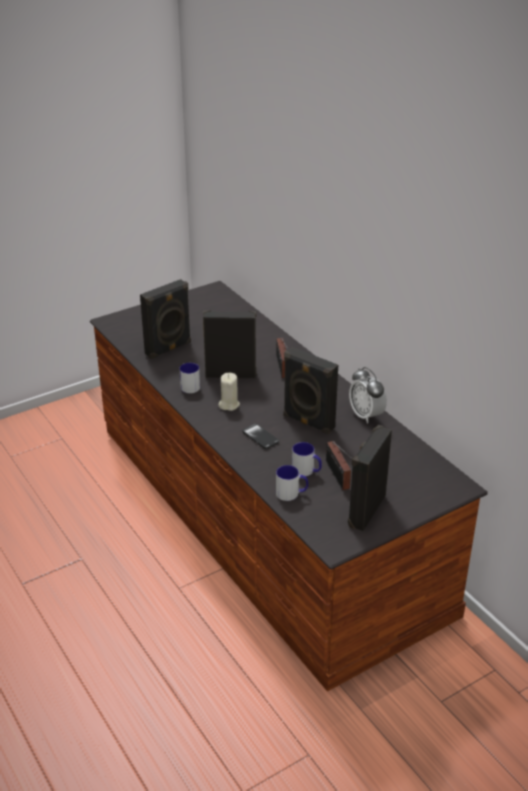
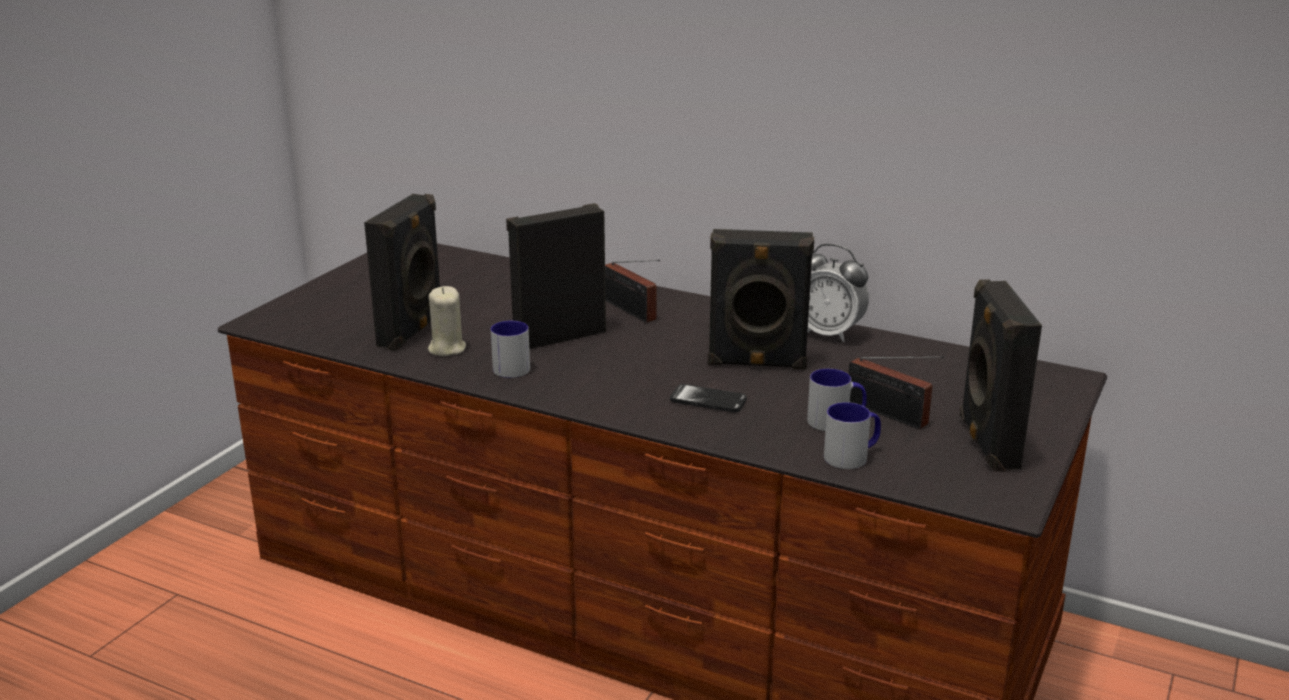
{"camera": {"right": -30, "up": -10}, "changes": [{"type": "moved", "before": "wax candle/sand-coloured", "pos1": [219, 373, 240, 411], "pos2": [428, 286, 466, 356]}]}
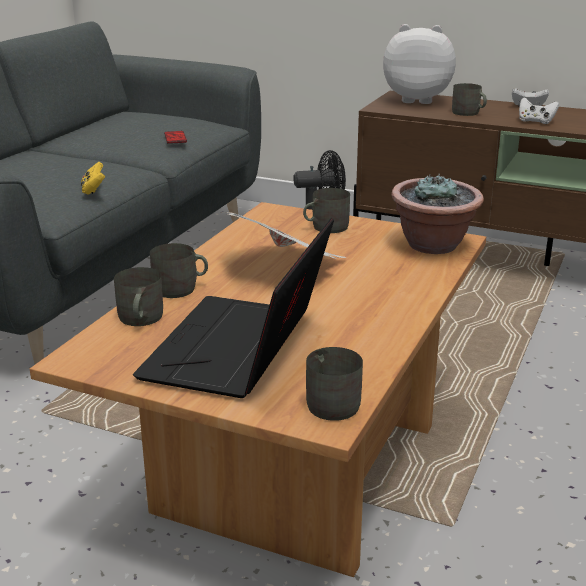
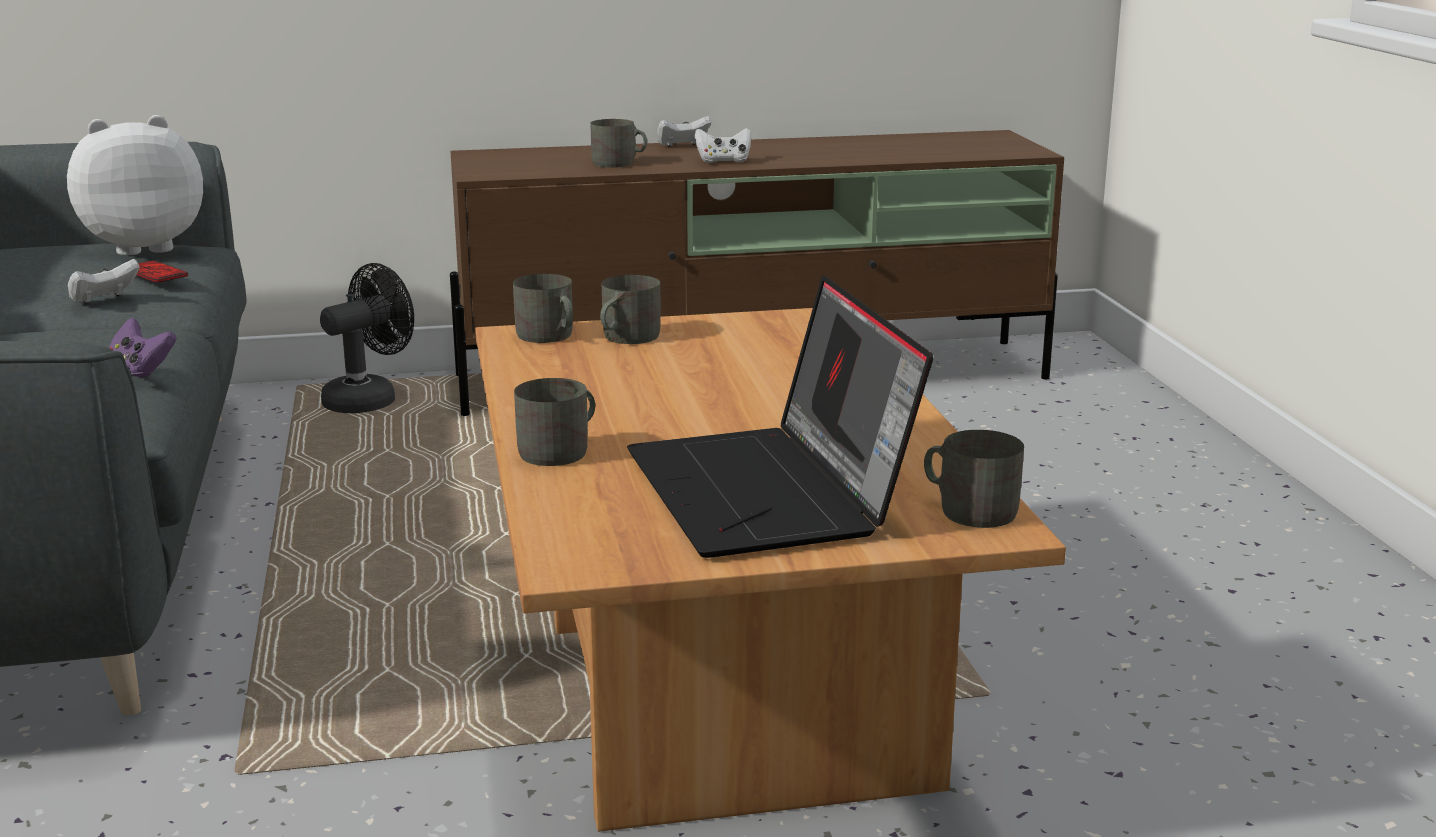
{"camera": {"right": -35, "up": -5}, "changes": [{"type": "recoloured", "before": "game controller/yellow", "after": "game controller/purplish", "pos1": [81, 162, 105, 195], "pos2": [109, 318, 176, 378]}, {"type": "moved", "before": "mug/gray", "pos1": [114, 267, 163, 326], "pos2": [513, 274, 573, 343]}, {"type": "removed", "before": "printed paper", "pos1": [224, 212, 347, 259]}, {"type": "moved", "before": "plush toy", "pos1": [383, 24, 456, 104], "pos2": [67, 115, 203, 255]}, {"type": "removed", "before": "plant in a pot", "pos1": [391, 173, 484, 254]}, {"type": "added", "after": "game controller/white-coloured", "pos2": [68, 259, 140, 304]}]}
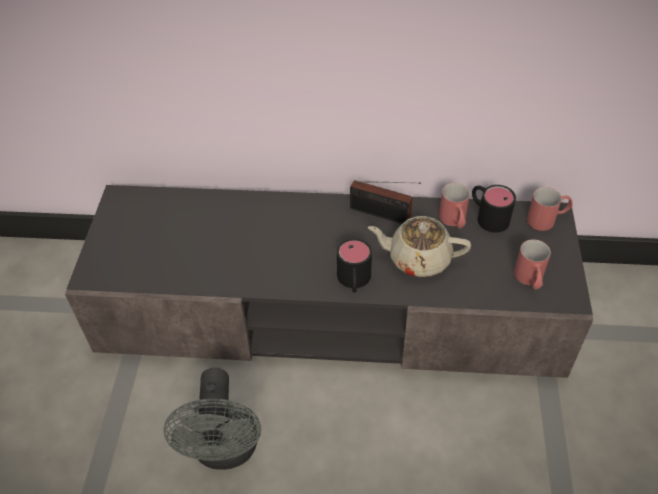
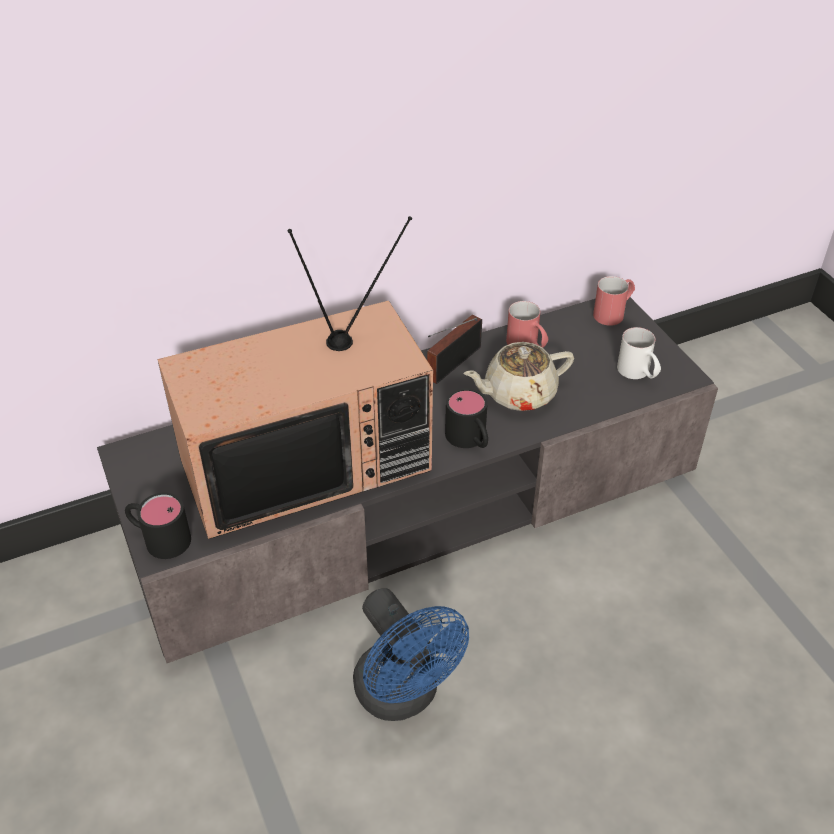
{"camera": {"right": -30, "up": -5}, "changes": [{"type": "recoloured", "before": "cooling fan/gray", "after": "cooling fan/blue", "pos1": [163, 368, 261, 470], "pos2": [353, 588, 469, 721]}, {"type": "turned", "before": "radio", "pos1": [350, 180, 421, 224], "pos2": [427, 315, 482, 384], "turn": 135}, {"type": "moved", "before": "mug/black-coloured", "pos1": [472, 185, 516, 233], "pos2": [125, 492, 191, 559]}, {"type": "recoloured", "before": "mug/red-coloured", "after": "mug/white-coloured", "pos1": [514, 239, 551, 289], "pos2": [617, 327, 661, 379]}, {"type": "added", "after": "TV set", "pos2": [157, 216, 433, 539]}]}
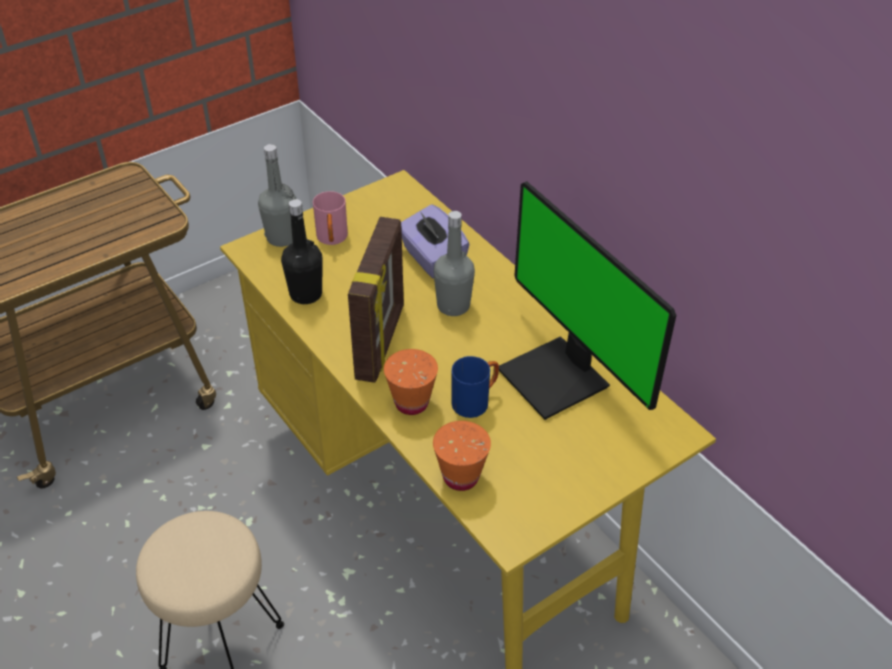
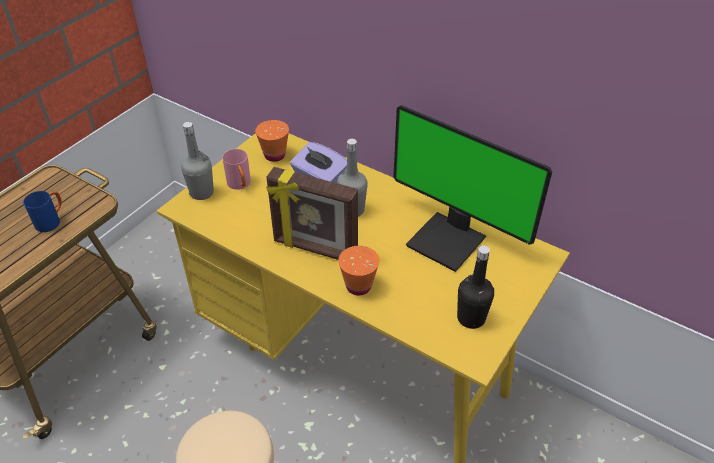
{"camera": {"right": -20, "up": 0}, "changes": [{"type": "moved", "before": "beverage bottle/black-coloured", "pos1": [281, 199, 323, 304], "pos2": [457, 245, 494, 329]}, {"type": "turned", "before": "photo frame", "pos1": [348, 217, 404, 383], "pos2": [266, 167, 358, 260], "turn": 120}, {"type": "moved", "before": "drinking cup/orange-coloured", "pos1": [433, 421, 491, 491], "pos2": [255, 120, 289, 162]}, {"type": "moved", "before": "mug/blue", "pos1": [452, 356, 499, 418], "pos2": [23, 191, 62, 232]}]}
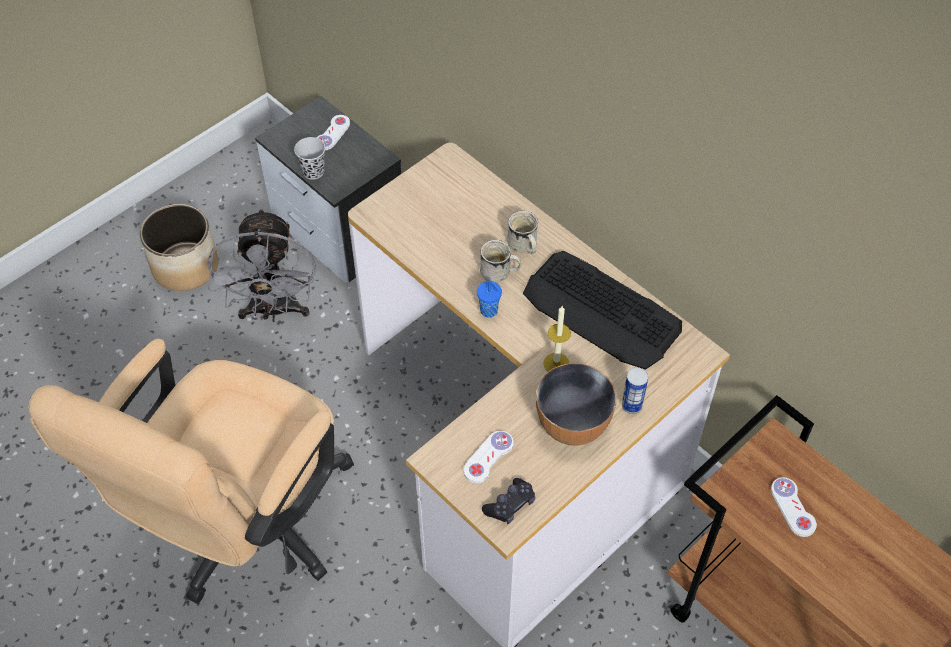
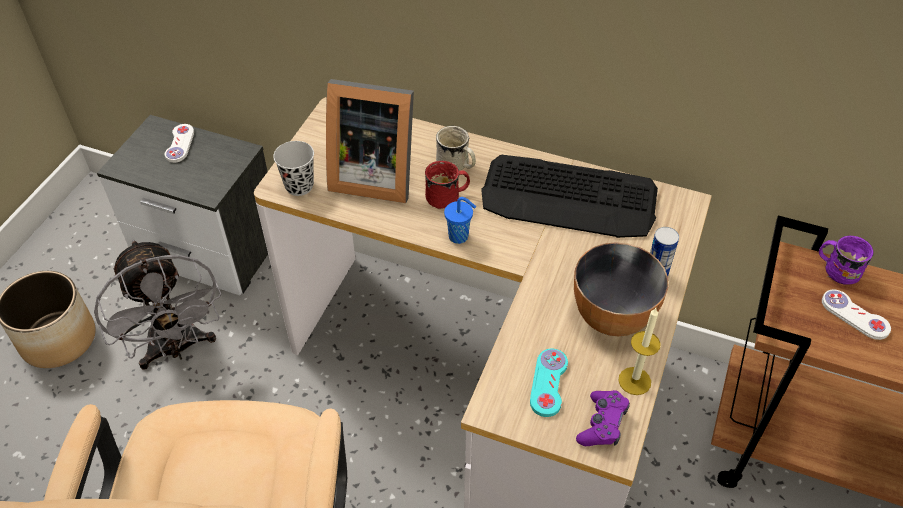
{"camera": {"right": -25, "up": -5}, "changes": [{"type": "moved", "before": "drinking cup/black-coloured", "pos1": [294, 137, 325, 180], "pos2": [273, 141, 314, 196]}, {"type": "recoloured", "before": "game controller/white-coloured", "after": "game controller/turquoise", "pos1": [464, 431, 514, 483], "pos2": [530, 348, 568, 417]}, {"type": "recoloured", "before": "mug/white-coloured", "after": "mug/red-coloured", "pos1": [480, 240, 521, 282], "pos2": [425, 160, 470, 209]}, {"type": "recoloured", "before": "game controller/black-coloured", "after": "game controller/purplish", "pos1": [482, 478, 535, 524], "pos2": [576, 390, 630, 446]}, {"type": "moved", "before": "wax candle", "pos1": [543, 306, 571, 372], "pos2": [619, 308, 661, 395]}, {"type": "added", "after": "photo frame", "pos2": [326, 79, 414, 203]}, {"type": "added", "after": "mug/purplish", "pos2": [819, 236, 874, 285]}]}
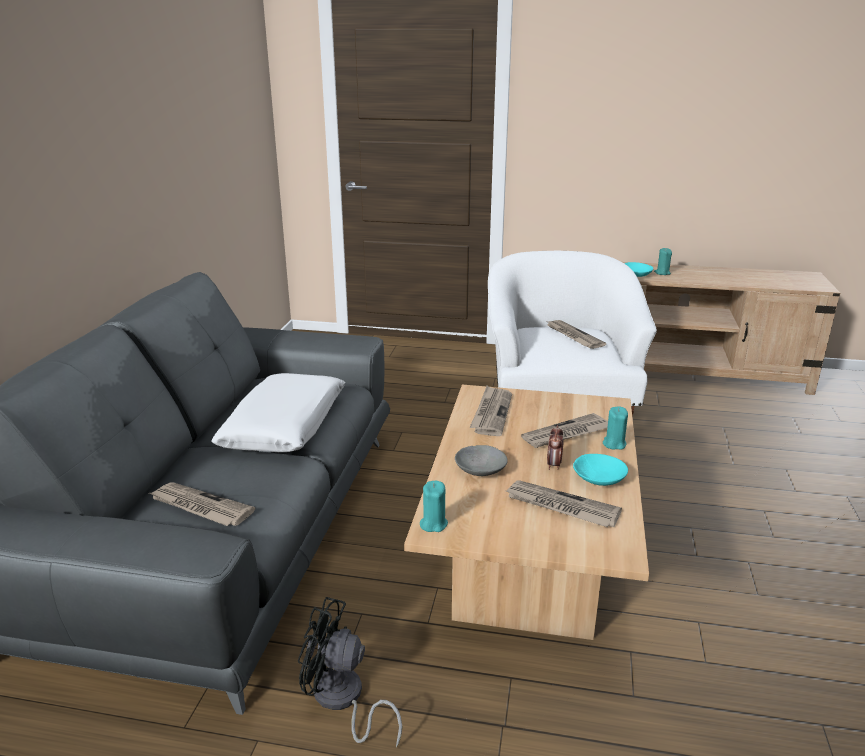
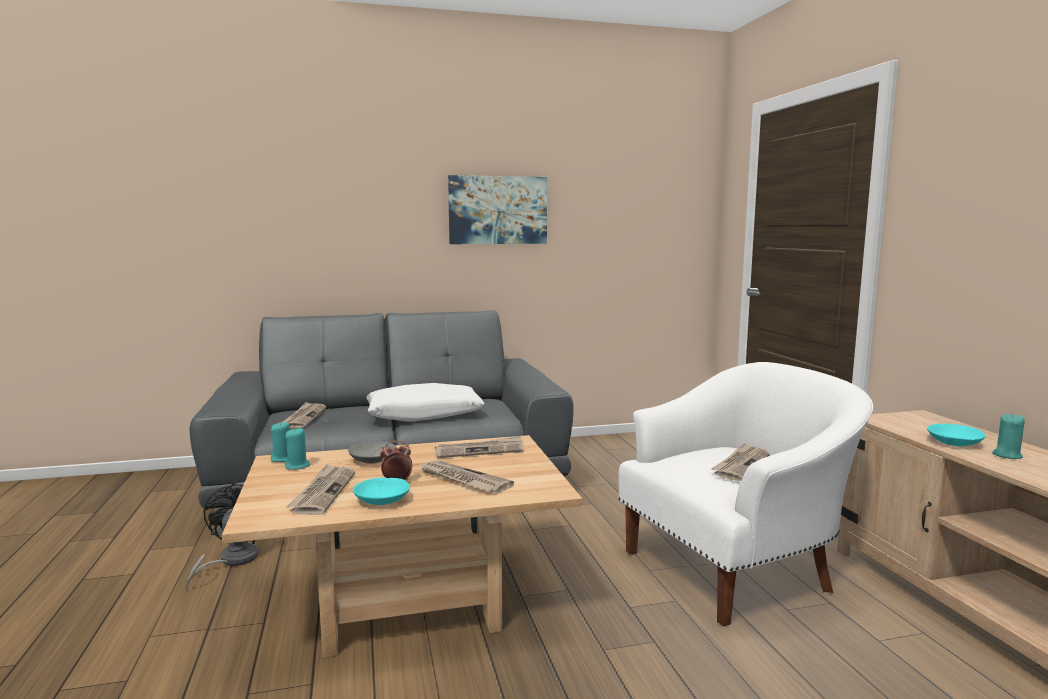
{"camera": {"right": 65, "up": -15}, "changes": [{"type": "moved", "before": "wax candle/turquoise", "pos1": [603, 406, 628, 450], "pos2": [285, 428, 310, 470]}, {"type": "added", "after": "picture", "pos2": [448, 175, 547, 244]}]}
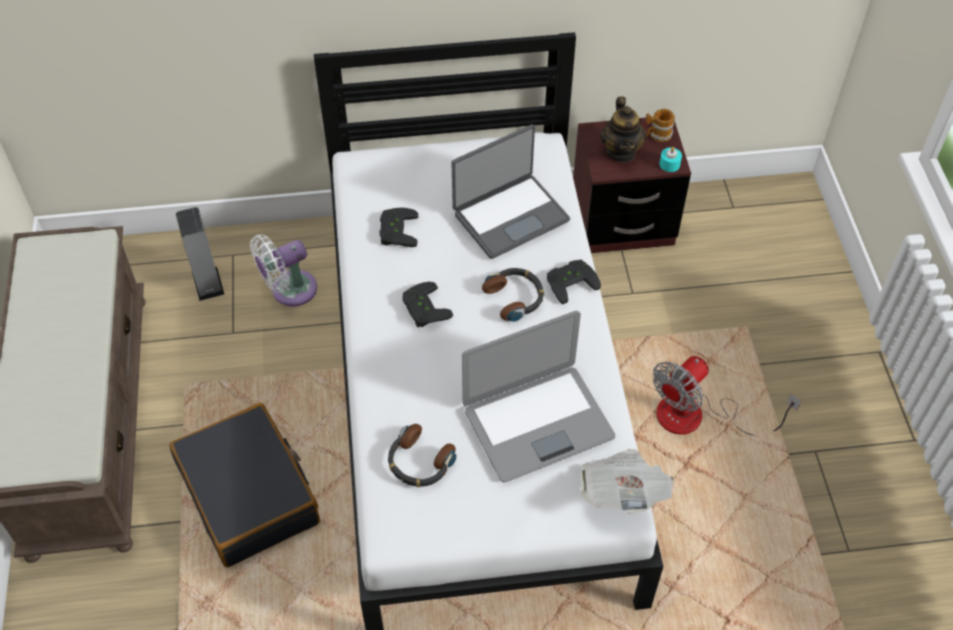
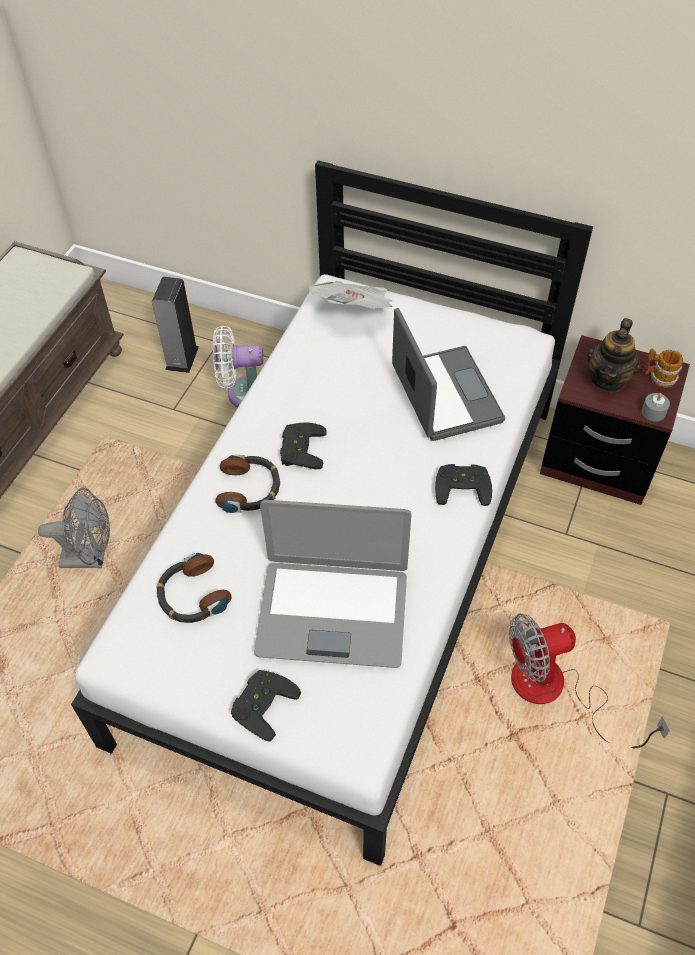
{"camera": {"right": 30, "up": 0}, "changes": [{"type": "replaced", "before": "travel case/black-coloured", "after": "cooling fan/gray", "pos1": [169, 403, 320, 567], "pos2": [38, 488, 110, 568]}, {"type": "moved", "before": "game controller/black-coloured", "pos1": [379, 208, 418, 247], "pos2": [231, 670, 301, 742]}, {"type": "turned", "before": "notebook computer", "pos1": [452, 125, 570, 259], "pos2": [392, 308, 505, 441], "turn": -105}, {"type": "moved", "before": "headset", "pos1": [482, 268, 544, 322], "pos2": [215, 454, 280, 513]}, {"type": "moved", "before": "printed paper", "pos1": [580, 449, 674, 514], "pos2": [309, 281, 392, 309]}, {"type": "recoloured", "before": "wax candle/turquoise", "after": "wax candle/gray", "pos1": [660, 147, 682, 172], "pos2": [642, 393, 670, 422]}]}
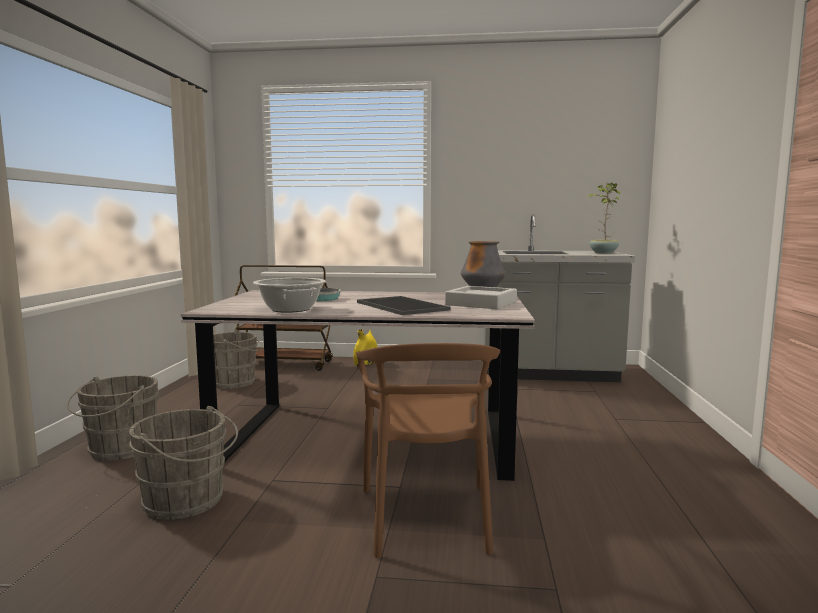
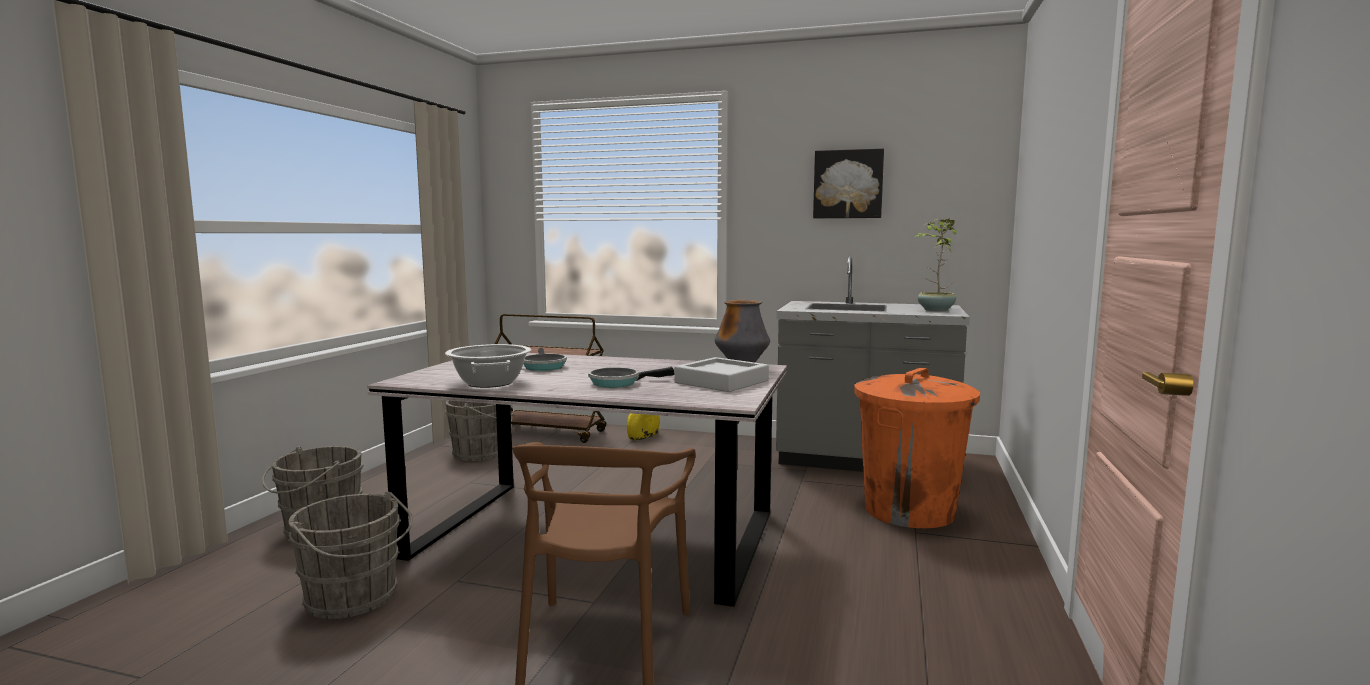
{"camera": {"right": 10, "up": 0}, "changes": [{"type": "replaced", "before": "serving tray", "after": "skillet", "pos1": [357, 296, 450, 315], "pos2": [588, 367, 674, 388]}, {"type": "added", "after": "picture", "pos2": [813, 149, 884, 218]}, {"type": "added", "after": "rubbish bin/orange-coloured", "pos2": [854, 368, 980, 528]}]}
